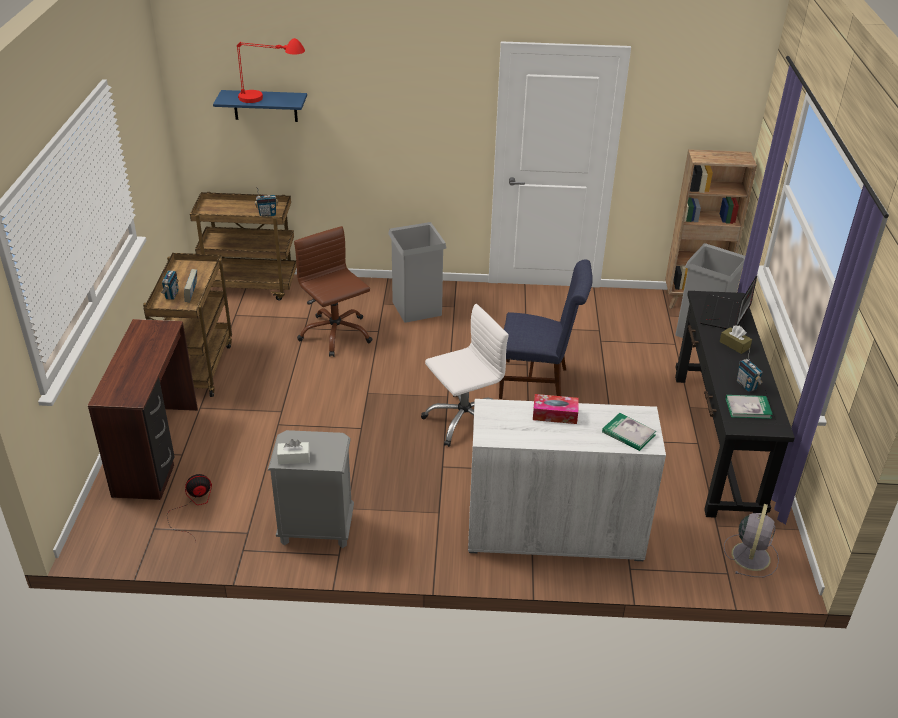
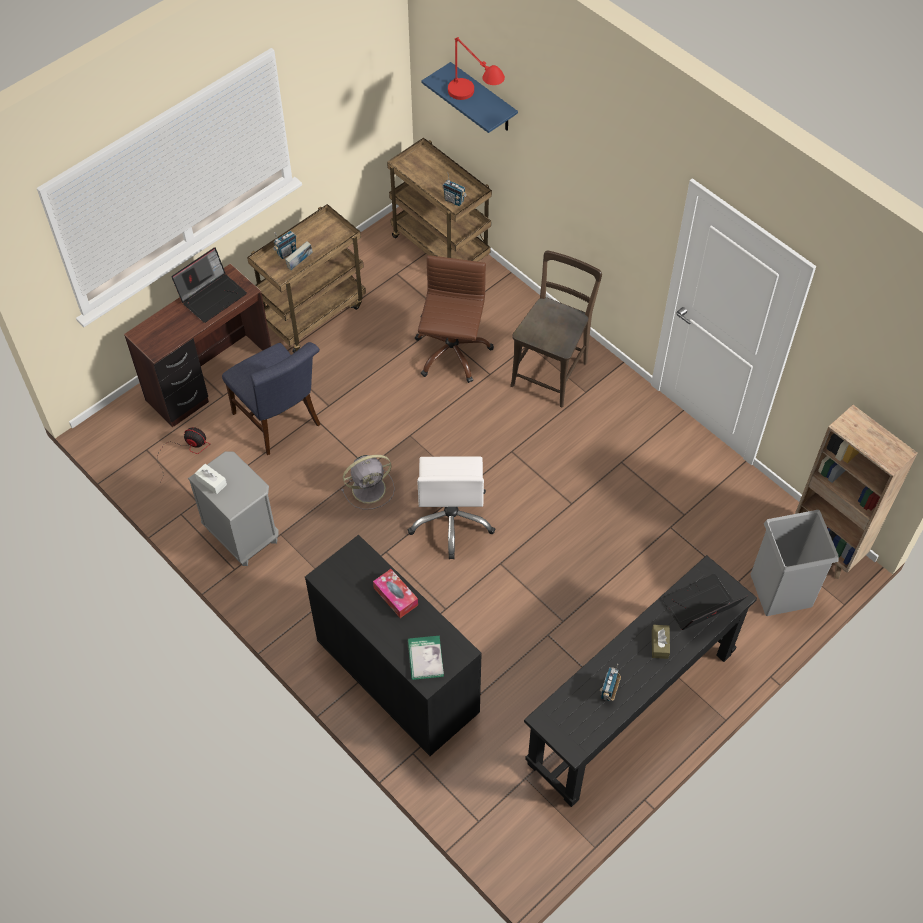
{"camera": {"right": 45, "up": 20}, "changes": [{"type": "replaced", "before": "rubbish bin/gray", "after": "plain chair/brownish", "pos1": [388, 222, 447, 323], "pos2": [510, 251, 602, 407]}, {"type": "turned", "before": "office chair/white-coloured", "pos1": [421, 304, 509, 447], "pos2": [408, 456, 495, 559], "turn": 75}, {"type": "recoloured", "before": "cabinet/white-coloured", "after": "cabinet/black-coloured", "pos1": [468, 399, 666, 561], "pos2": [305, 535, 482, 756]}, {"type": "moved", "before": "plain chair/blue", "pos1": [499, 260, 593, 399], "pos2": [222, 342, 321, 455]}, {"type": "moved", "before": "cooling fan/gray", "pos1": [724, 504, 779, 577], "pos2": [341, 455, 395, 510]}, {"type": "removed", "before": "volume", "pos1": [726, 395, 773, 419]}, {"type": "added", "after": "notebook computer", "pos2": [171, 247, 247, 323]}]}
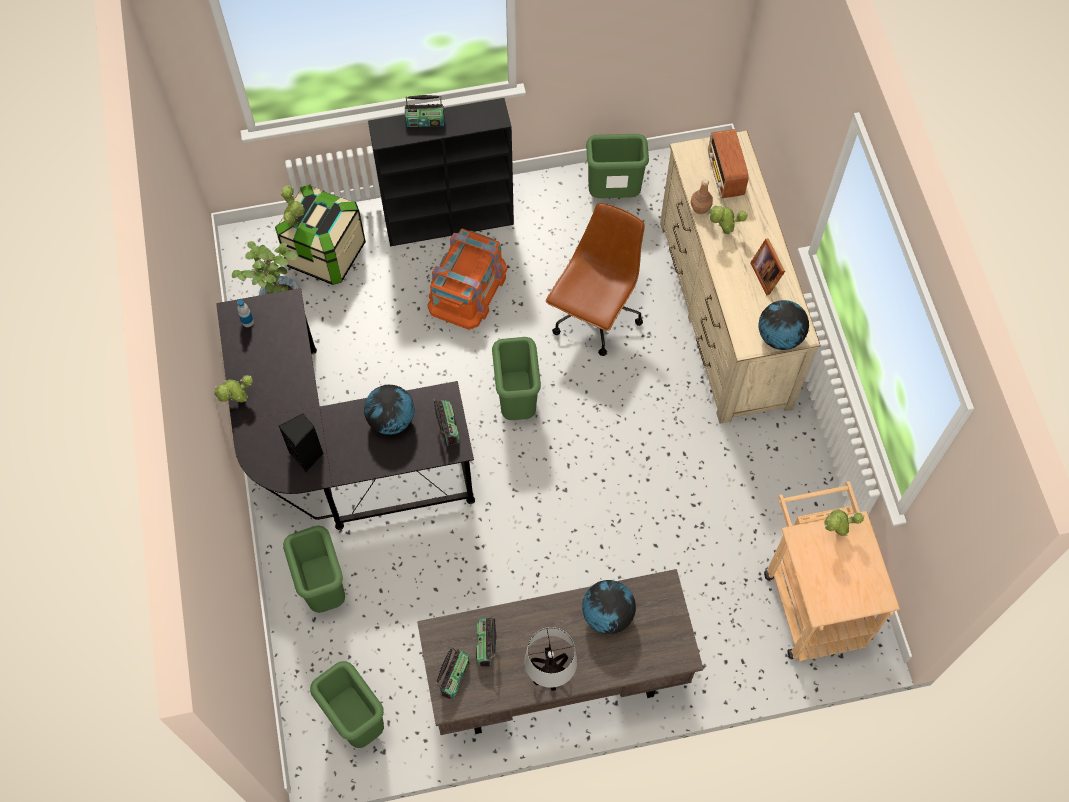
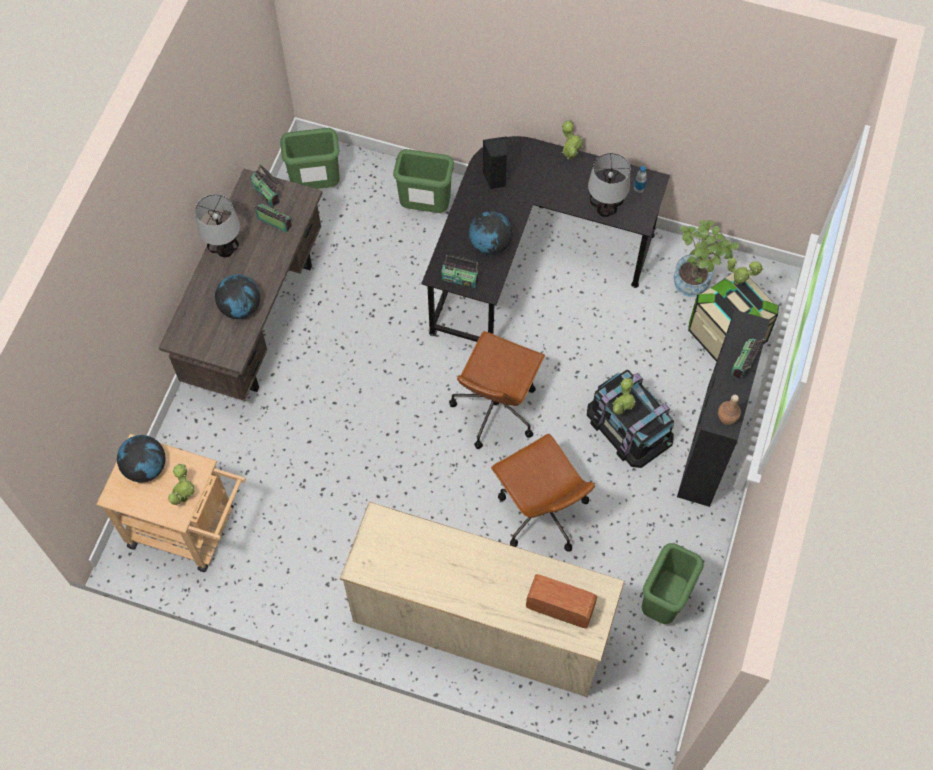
{"camera": {"right": 120, "up": 0}, "changes": [{"type": "recoloured", "before": "storage box/orange-coloured", "after": "storage box/black-coloured", "pos1": [427, 229, 507, 330], "pos2": [587, 370, 674, 468]}, {"type": "replaced", "before": "rubbish bin/greenish", "after": "office chair/brownish", "pos1": [492, 337, 541, 420], "pos2": [449, 331, 545, 449]}, {"type": "moved", "before": "beverage bottle/brownish", "pos1": [691, 179, 713, 214], "pos2": [718, 395, 741, 425]}, {"type": "moved", "before": "plant in a pot", "pos1": [709, 205, 748, 234], "pos2": [612, 378, 636, 415]}, {"type": "removed", "before": "photo frame", "pos1": [750, 238, 785, 295]}, {"type": "moved", "before": "globe", "pos1": [759, 300, 809, 350], "pos2": [117, 435, 166, 482]}, {"type": "added", "after": "table lamp", "pos2": [588, 153, 630, 217]}]}
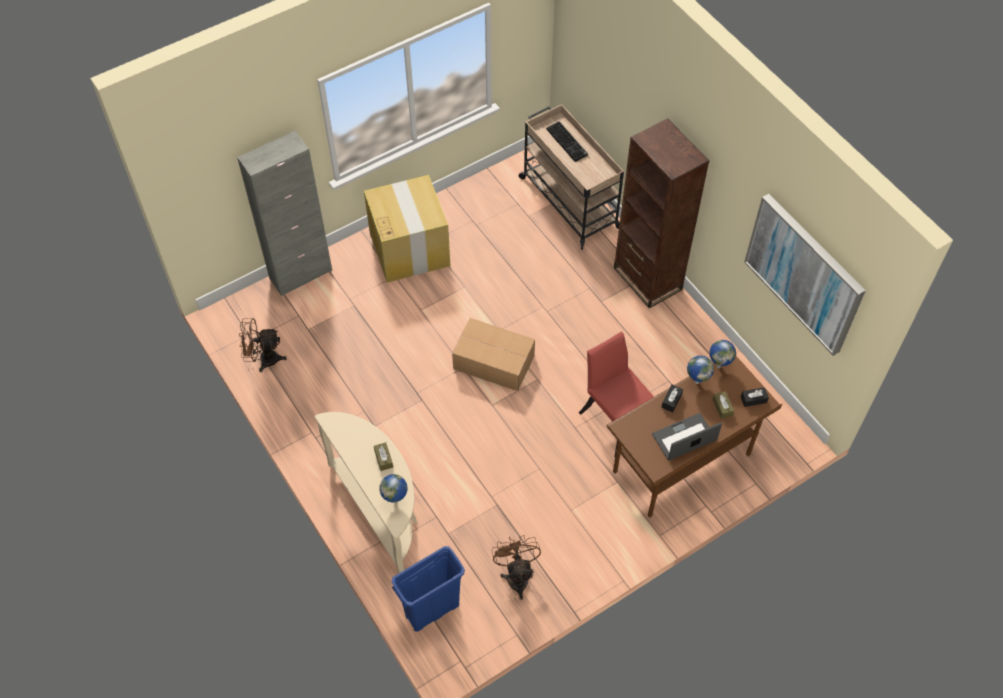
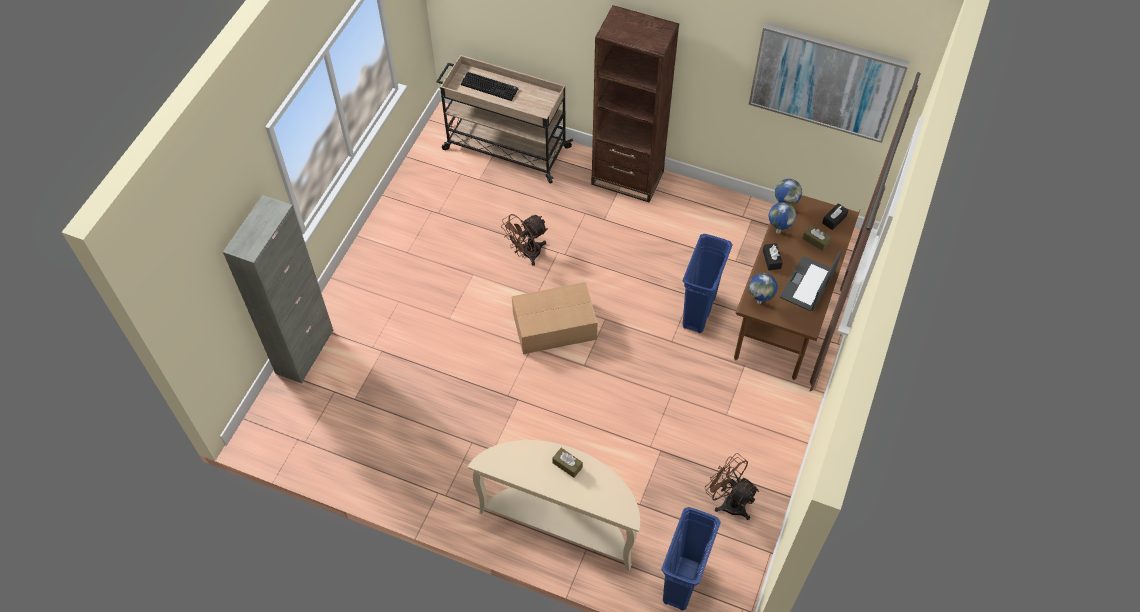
{"camera": {"right": -35, "up": 0}, "changes": [{"type": "moved", "before": "cooling fan/brownish", "pos1": [239, 318, 287, 372], "pos2": [501, 214, 548, 266]}, {"type": "removed", "before": "cardboard box", "pos1": [364, 175, 451, 283]}, {"type": "moved", "before": "globe", "pos1": [379, 474, 408, 503], "pos2": [749, 273, 778, 304]}, {"type": "replaced", "before": "plain chair/red-coloured", "after": "rubbish bin/blue", "pos1": [579, 331, 654, 457], "pos2": [683, 234, 733, 333]}]}
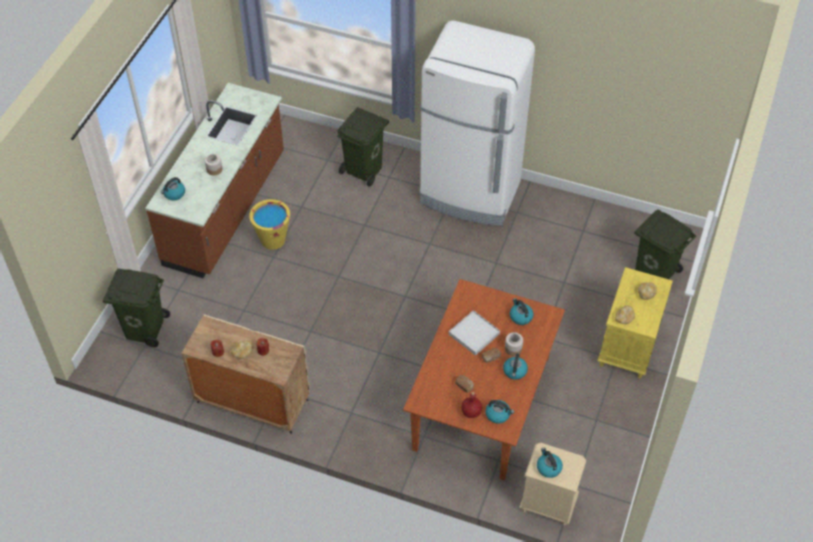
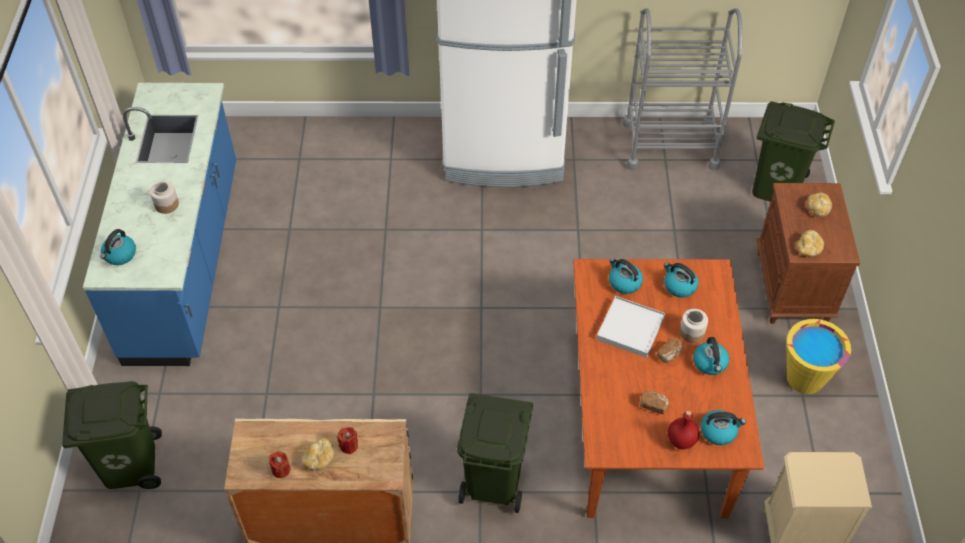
{"camera": {"right": -20, "up": 0}, "changes": [{"type": "recoloured", "before": "kitchen counter/brownish", "after": "kitchen counter/blue", "pos1": [145, 83, 284, 278], "pos2": [83, 83, 236, 366]}, {"type": "moved", "before": "pail/yellow", "pos1": [249, 199, 290, 250], "pos2": [787, 319, 851, 394]}, {"type": "moved", "before": "rubbish bin/greenish", "pos1": [337, 107, 389, 187], "pos2": [457, 393, 533, 513]}, {"type": "moved", "before": "kettle", "pos1": [537, 448, 563, 478], "pos2": [609, 258, 643, 294]}, {"type": "recoloured", "before": "night table/yellow", "after": "night table/brownish", "pos1": [597, 267, 673, 378], "pos2": [756, 183, 860, 324]}, {"type": "added", "after": "wheeled cart/gray", "pos2": [623, 8, 743, 171]}]}
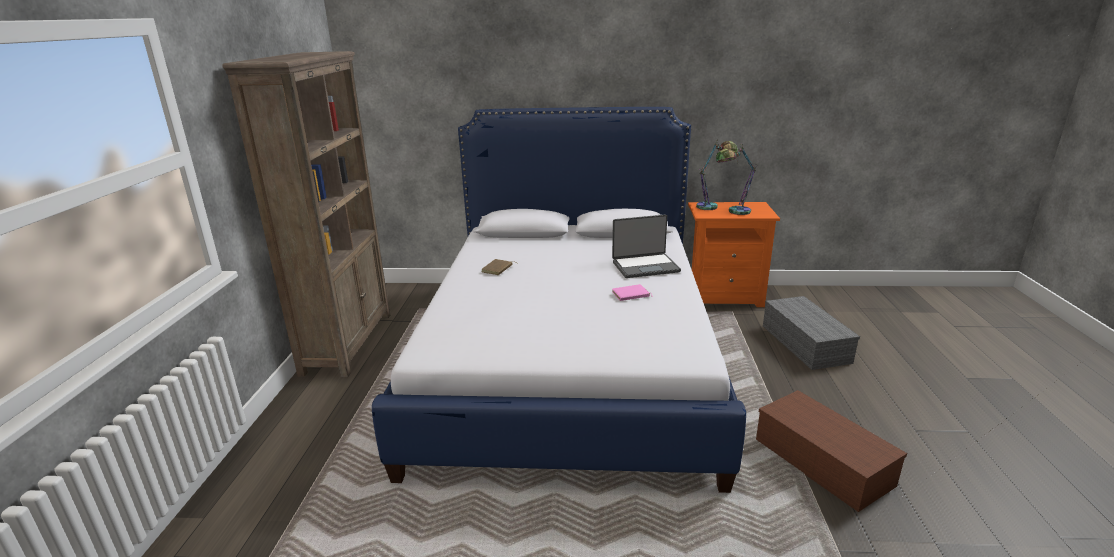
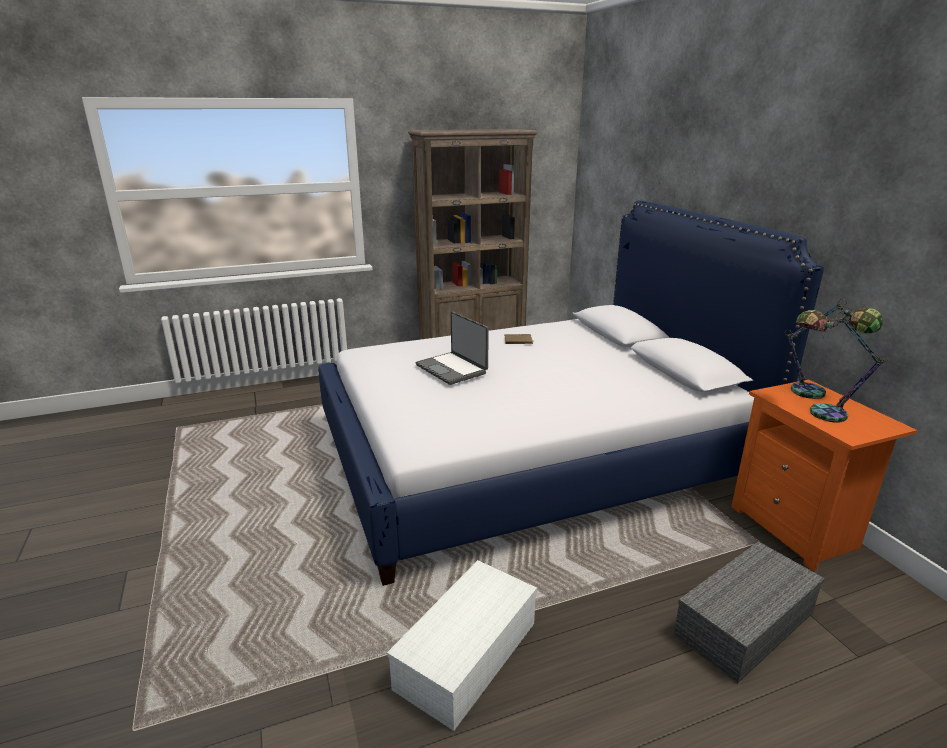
{"camera": {"right": 65, "up": 0}, "changes": [{"type": "moved", "before": "notebook computer", "pos1": [612, 214, 681, 278], "pos2": [416, 312, 489, 385]}, {"type": "removed", "before": "volume/pinkish", "pos1": [612, 284, 653, 301]}, {"type": "recoloured", "before": "storage box/brownish", "after": "storage box/white-coloured", "pos1": [756, 390, 907, 512], "pos2": [387, 560, 537, 731]}]}
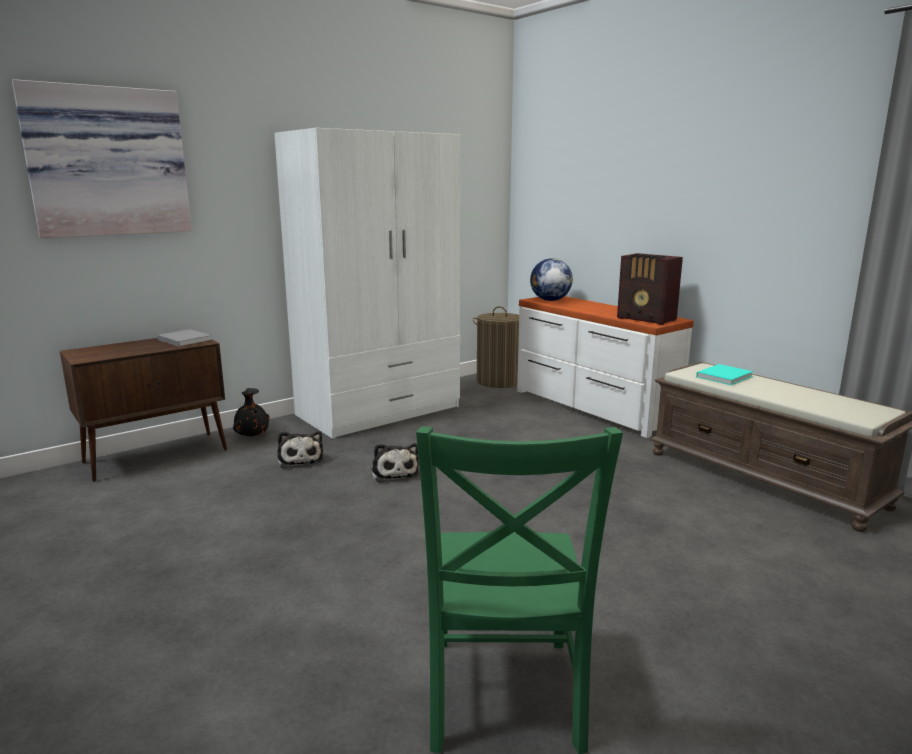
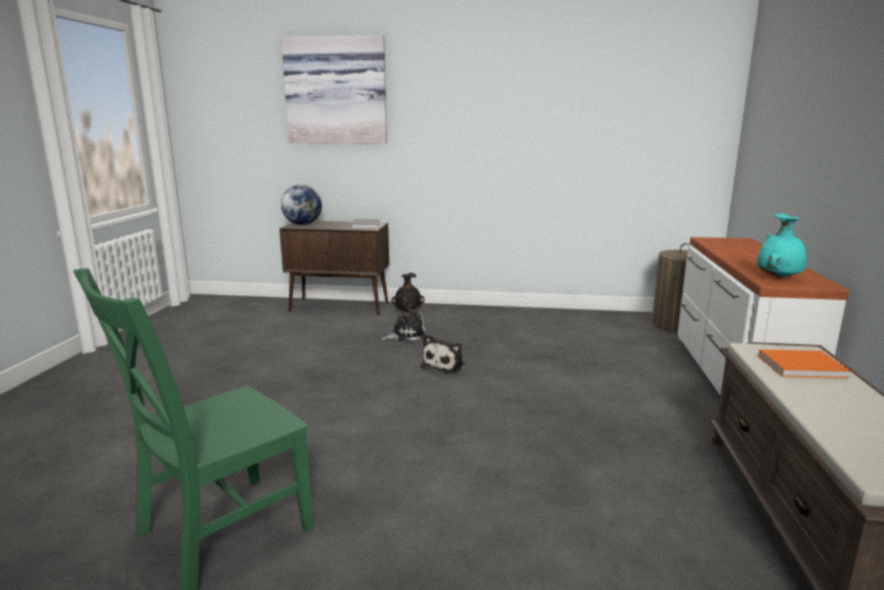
{"camera": {"right": 45, "up": 0}, "changes": [{"type": "removed", "before": "wardrobe/white-coloured", "pos1": [274, 128, 460, 439]}, {"type": "turned", "before": "plush toy", "pos1": [277, 431, 324, 468], "pos2": [382, 306, 426, 341], "turn": -135}, {"type": "moved", "before": "globe", "pos1": [530, 258, 573, 301], "pos2": [281, 185, 322, 225]}, {"type": "replaced", "before": "radio", "after": "decorative vase/turquoise", "pos1": [617, 253, 683, 325], "pos2": [757, 214, 806, 278]}, {"type": "recoloured", "before": "volume/turquoise", "after": "volume/orange-coloured", "pos1": [696, 364, 753, 385], "pos2": [758, 349, 851, 378]}]}
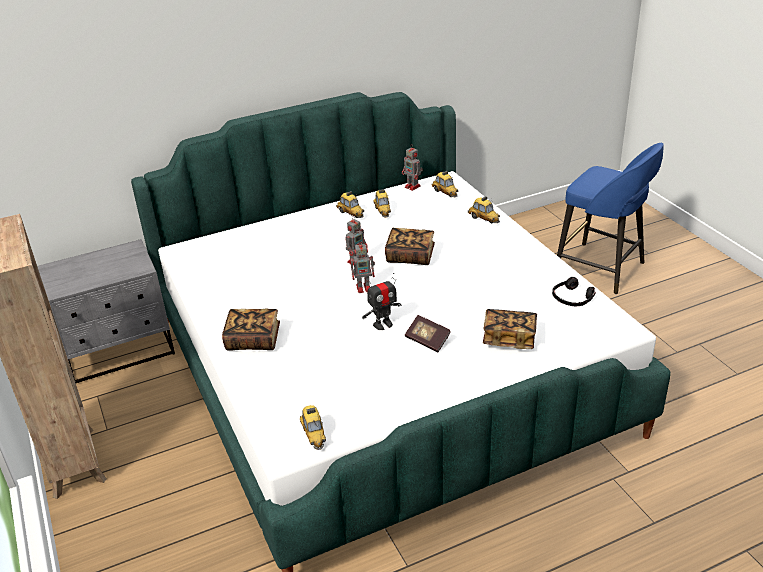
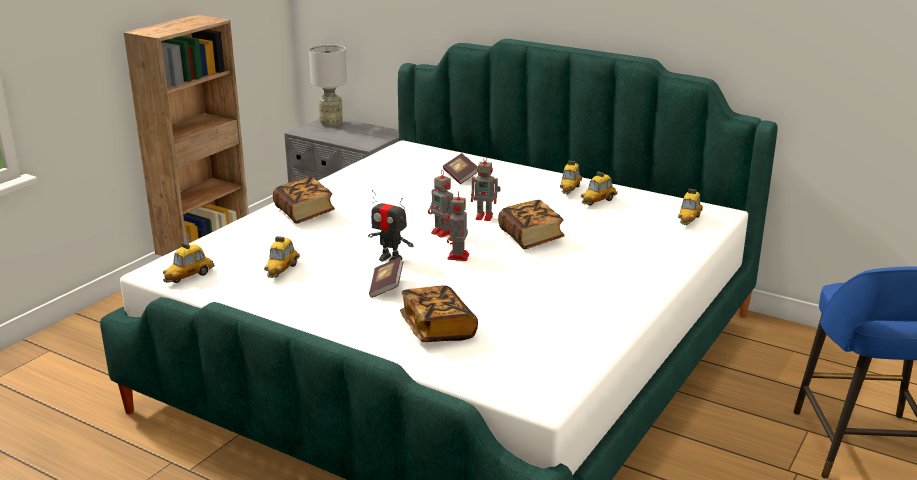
{"camera": {"right": 55, "up": -10}, "changes": [{"type": "moved", "before": "toy robot", "pos1": [402, 144, 423, 191], "pos2": [447, 191, 469, 261]}, {"type": "moved", "before": "toy car", "pos1": [468, 196, 500, 223], "pos2": [264, 236, 300, 278]}, {"type": "removed", "before": "headset/black-coloured", "pos1": [552, 277, 596, 306]}, {"type": "added", "after": "table lamp/gray", "pos2": [309, 44, 347, 127]}, {"type": "added", "after": "volume", "pos2": [443, 153, 478, 184]}]}
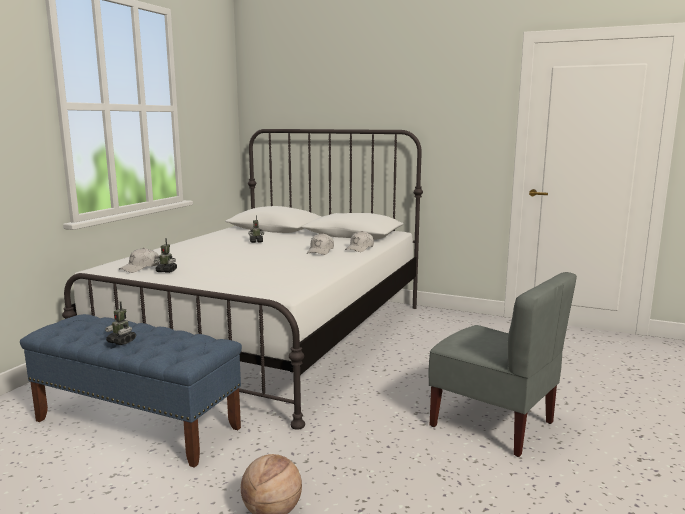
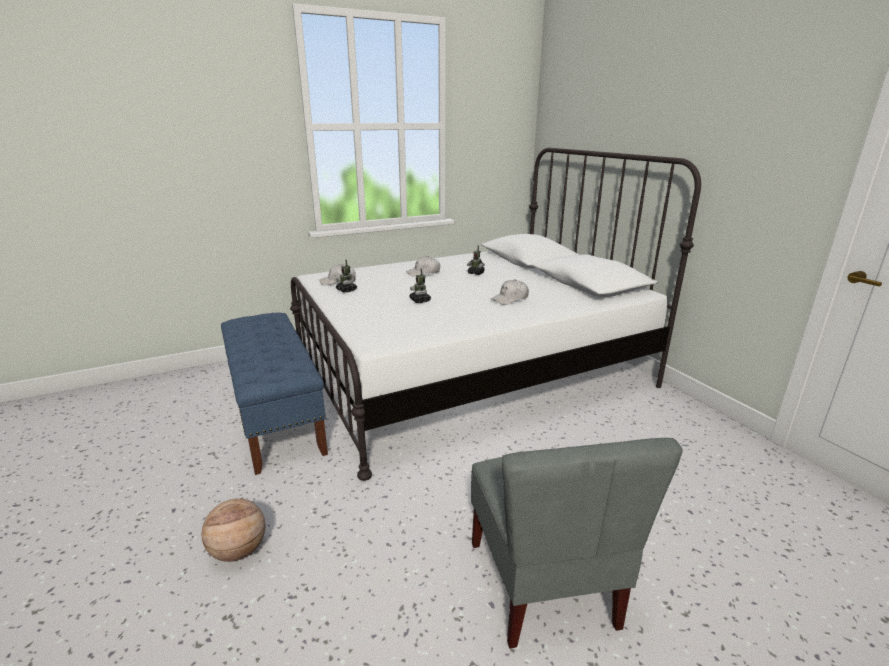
{"camera": {"right": 40, "up": 10}, "changes": [{"type": "moved", "before": "toy robot", "pos1": [105, 301, 136, 345], "pos2": [409, 269, 431, 303]}, {"type": "moved", "before": "peaked cap/white-coloured", "pos1": [345, 231, 374, 252], "pos2": [406, 256, 440, 277]}]}
